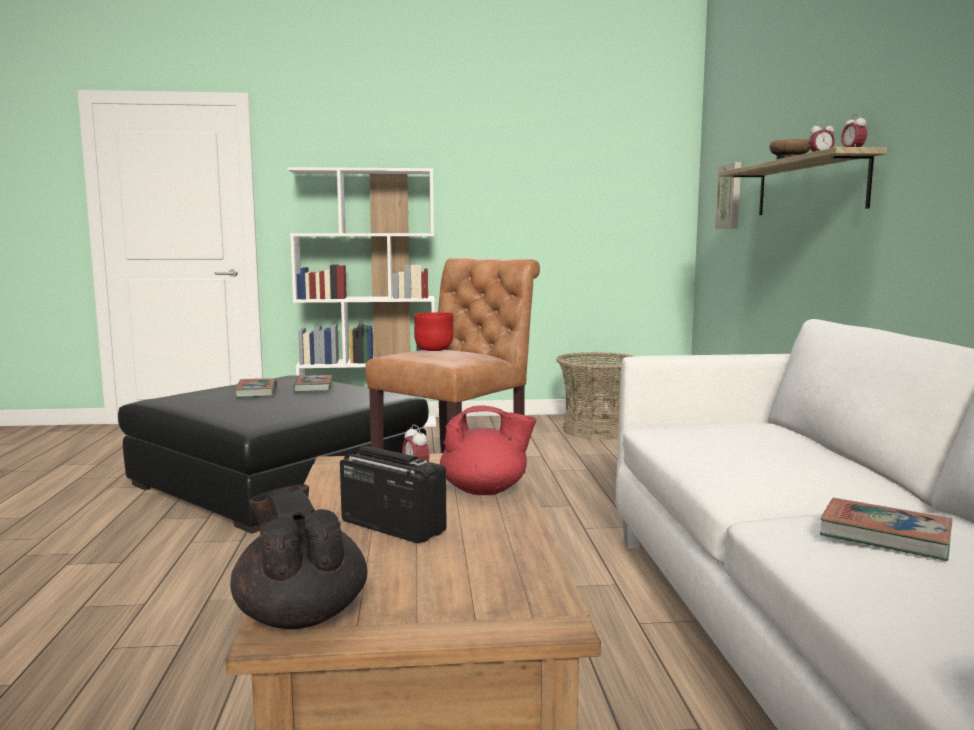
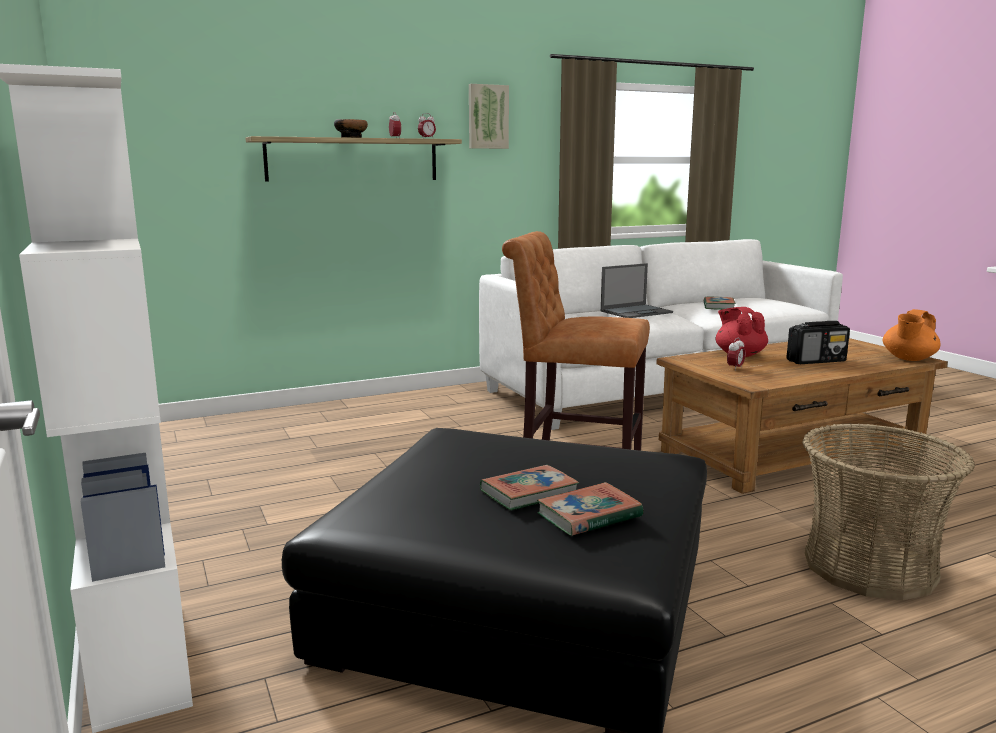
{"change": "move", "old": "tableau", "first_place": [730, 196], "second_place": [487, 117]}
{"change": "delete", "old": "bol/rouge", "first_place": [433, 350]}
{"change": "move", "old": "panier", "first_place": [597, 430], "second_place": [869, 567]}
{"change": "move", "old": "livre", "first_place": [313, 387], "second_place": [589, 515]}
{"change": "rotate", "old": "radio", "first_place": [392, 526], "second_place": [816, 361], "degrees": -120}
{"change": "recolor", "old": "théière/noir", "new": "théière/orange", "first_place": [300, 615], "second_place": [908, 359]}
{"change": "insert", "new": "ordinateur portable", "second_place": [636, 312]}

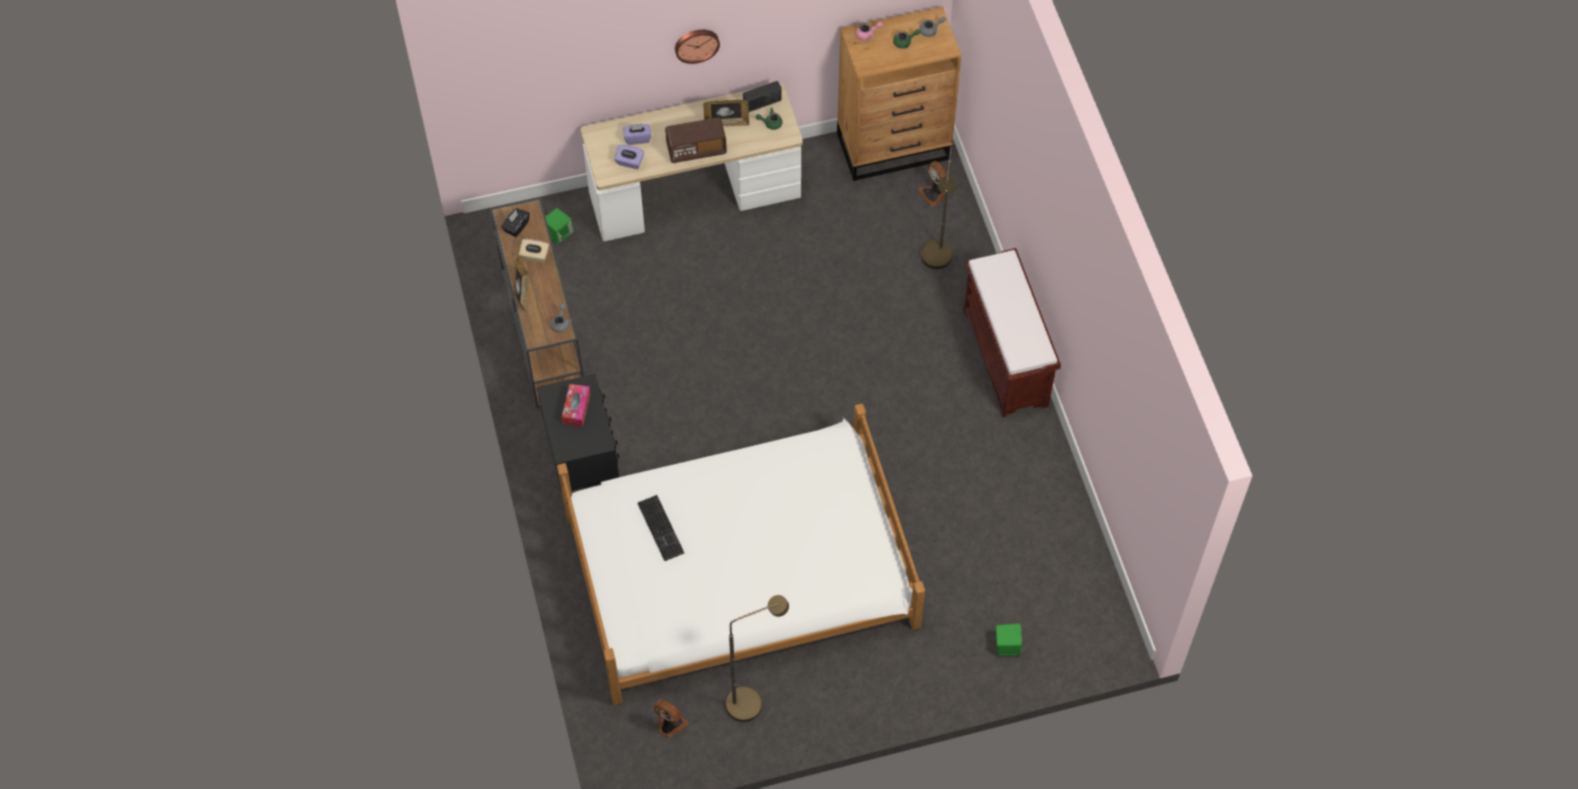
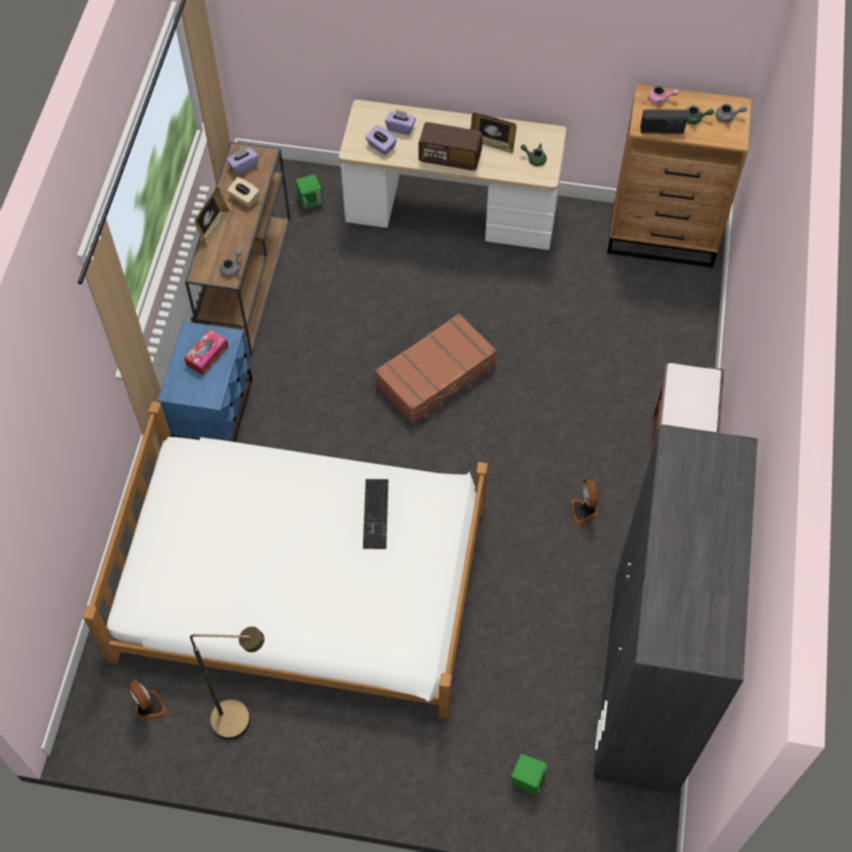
{"change": "delete", "old": "horloge murale", "first_place": [696, 44]}
{"change": "move", "old": "radio", "first_place": [762, 103], "second_place": [661, 130]}
{"change": "delete", "old": "lampadaire/marron", "first_place": [936, 263]}
{"change": "move", "old": "ventilateur", "first_place": [933, 194], "second_place": [584, 511]}
{"change": "recolor", "old": "boîte à mouchoirs/noir", "new": "boîte à mouchoirs/violet", "first_place": [516, 227], "second_place": [243, 166]}
{"change": "recolor", "old": "table de chevet/noir", "new": "table de chevet/bleu", "first_place": [583, 461], "second_place": [215, 413]}
{"change": "move", "old": "clavier", "first_place": [662, 529], "second_place": [377, 515]}
{"change": "insert", "new": "valise/marron", "second_place": [436, 376]}
{"change": "insert", "new": "armoire/gris", "second_place": [644, 682]}

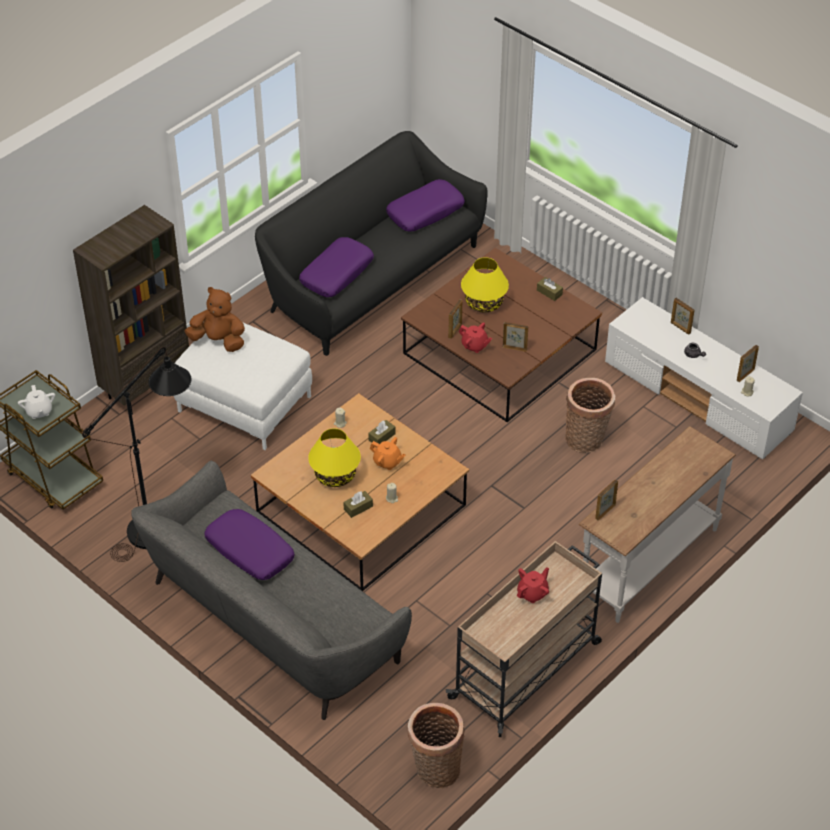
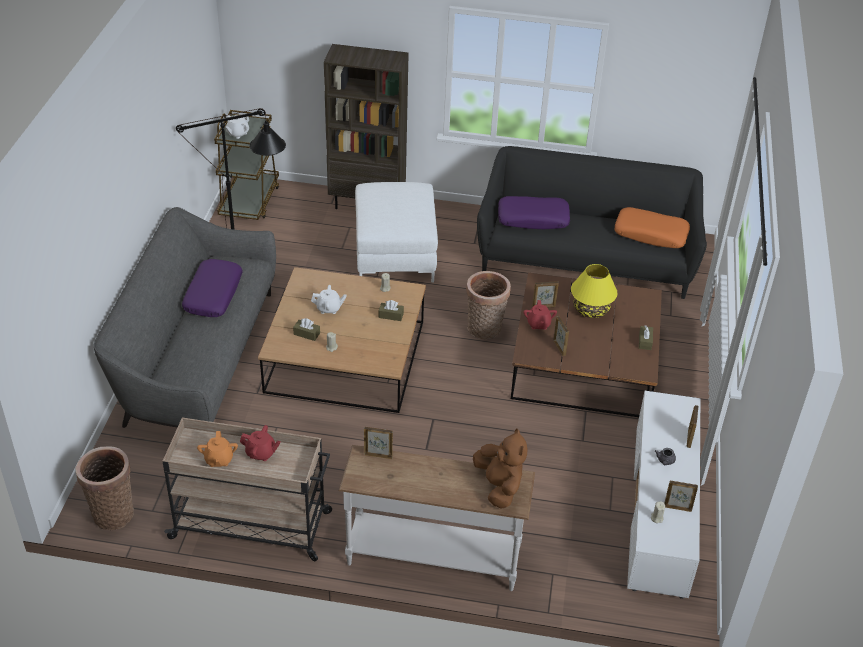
{"change": "recolor", "old": "coussin/violet", "new": "coussin/orange", "first_place": [425, 212], "second_place": [651, 234]}
{"change": "move", "old": "peluche/marron", "first_place": [218, 341], "second_place": [499, 486]}
{"change": "move", "old": "panier", "first_place": [586, 440], "second_place": [484, 330]}
{"change": "replace", "old": "lampe de table/jaune", "new": "théière/blanc", "first_place": [335, 476], "second_place": [329, 308]}
{"change": "move", "old": "théière/orange", "first_place": [387, 462], "second_place": [219, 460]}

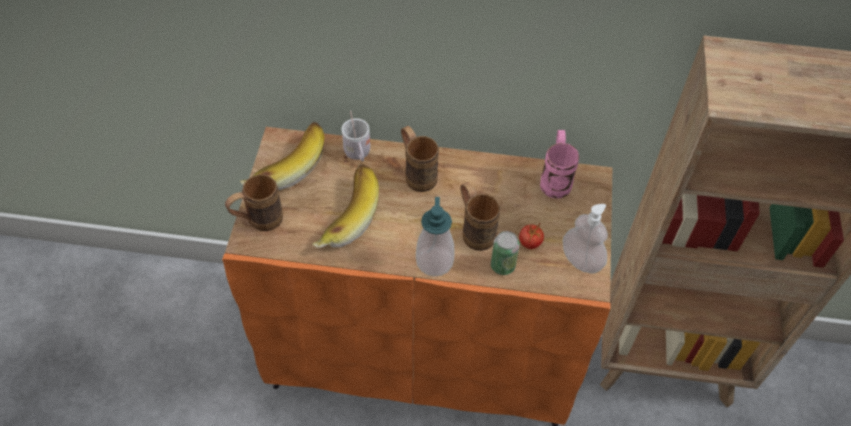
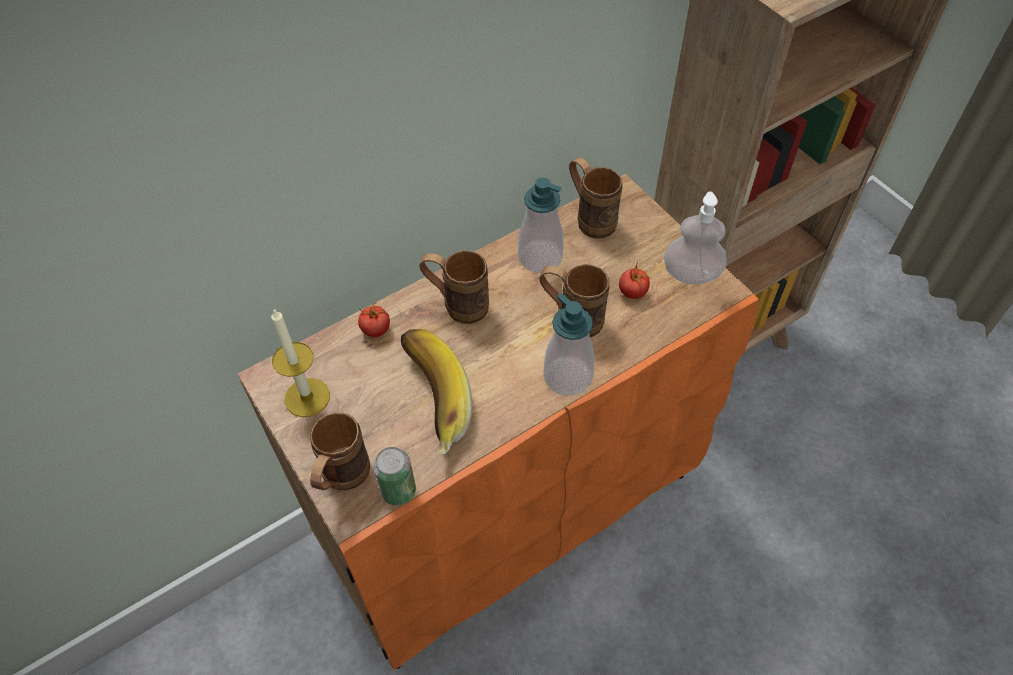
{"change": "replace", "old": "mug/blanc", "new": "tomate", "first_place": [358, 155], "second_place": [376, 330]}
{"change": "replace", "old": "banane", "new": "bougie", "first_place": [286, 165], "second_place": [307, 397]}
{"change": "recolor", "old": "mug/rose", "new": "mug/marron", "first_place": [555, 179], "second_place": [590, 218]}
{"change": "move", "old": "boîte métallique", "first_place": [502, 266], "second_place": [398, 491]}
{"change": "insert", "new": "distributeur de savon", "second_place": [540, 257]}

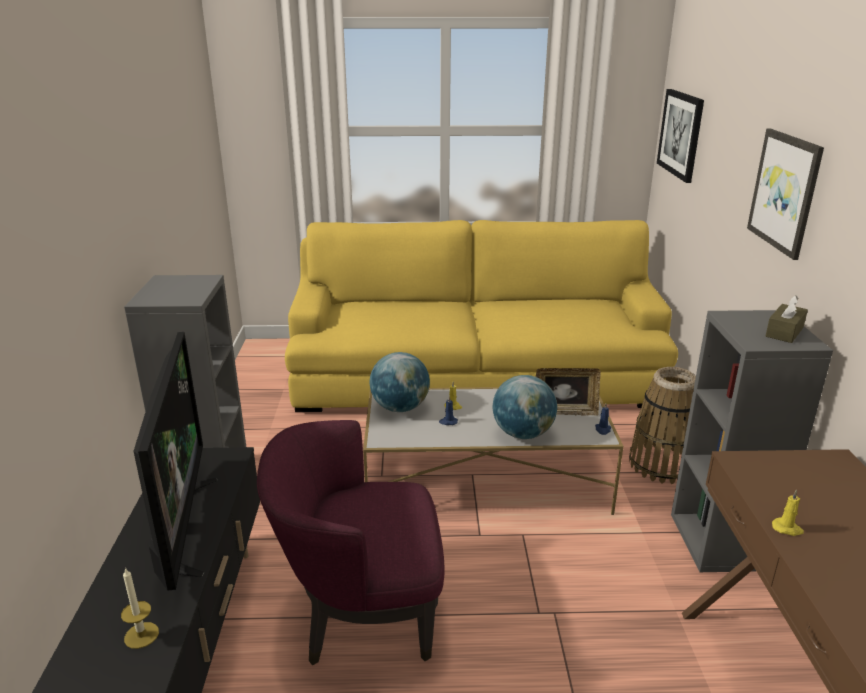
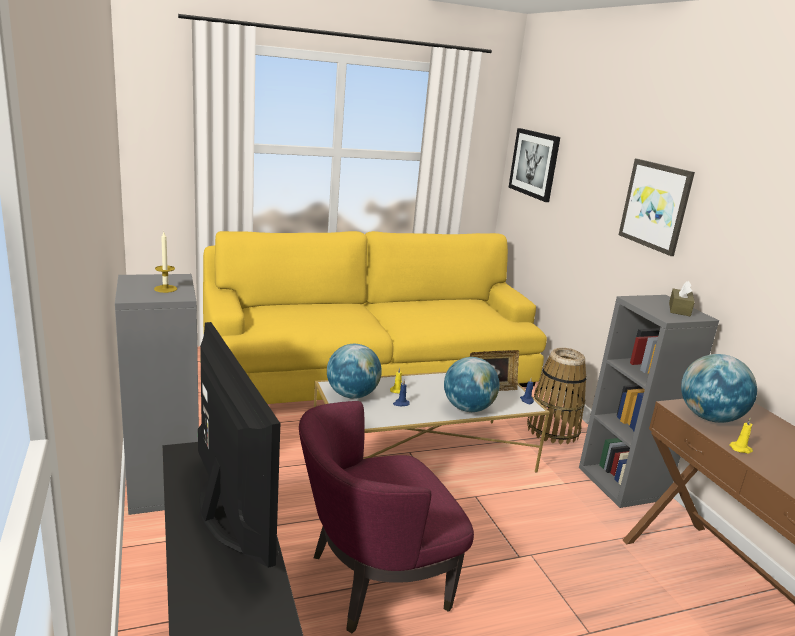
{"change": "move", "old": "bougie", "first_place": [141, 635], "second_place": [165, 289]}
{"change": "insert", "new": "globe", "second_place": [709, 418]}

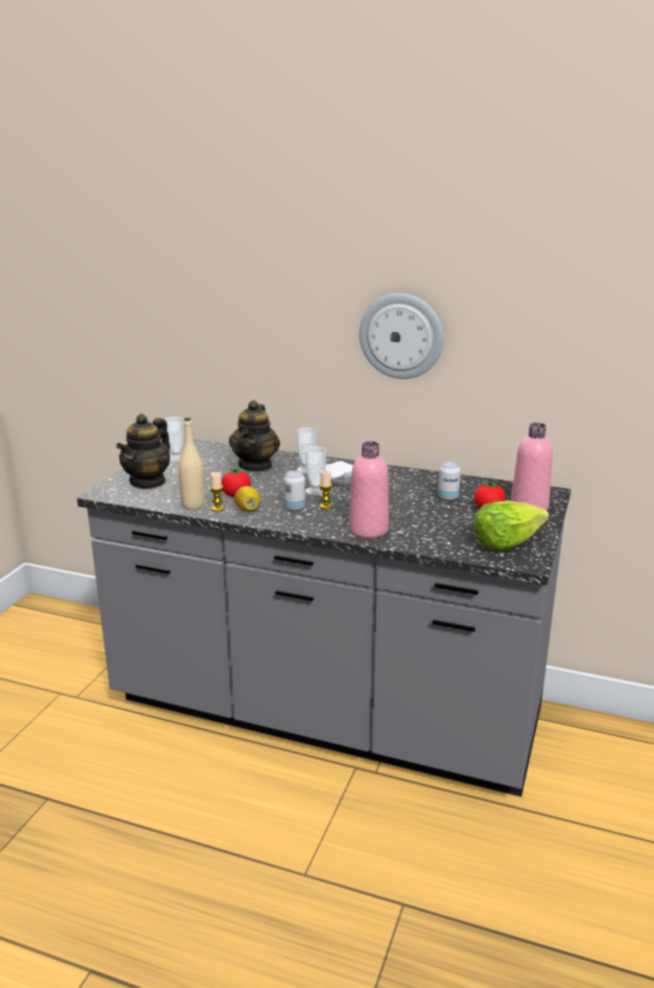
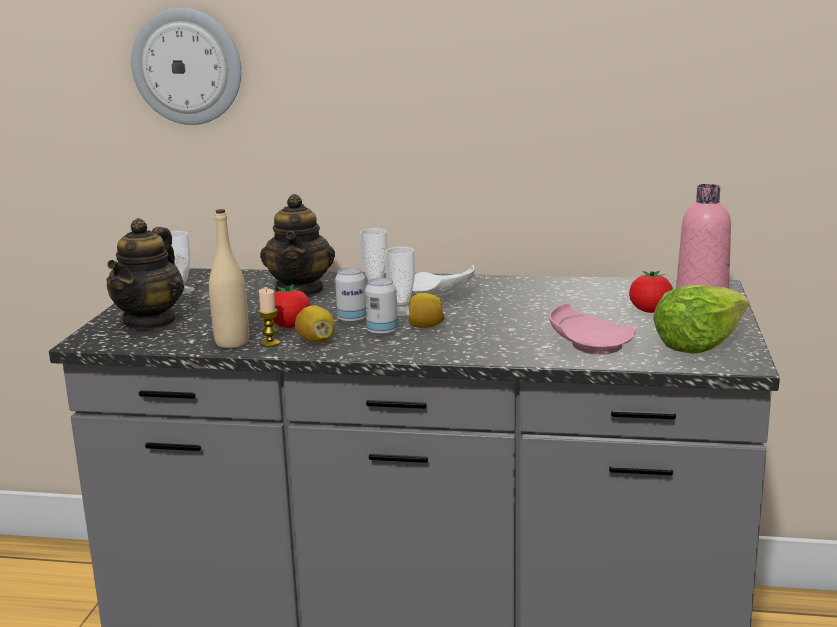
{"change": "move", "old": "horloge murale", "first_place": [401, 336], "second_place": [187, 66]}
{"change": "delete", "old": "bouteille/rose", "first_place": [368, 530]}
{"change": "move", "old": "boîte métallique", "first_place": [448, 497], "second_place": [352, 320]}
{"change": "replace", "old": "bougie", "new": "citron", "first_place": [325, 506], "second_place": [425, 327]}
{"change": "insert", "new": "assiette/rose", "second_place": [590, 345]}

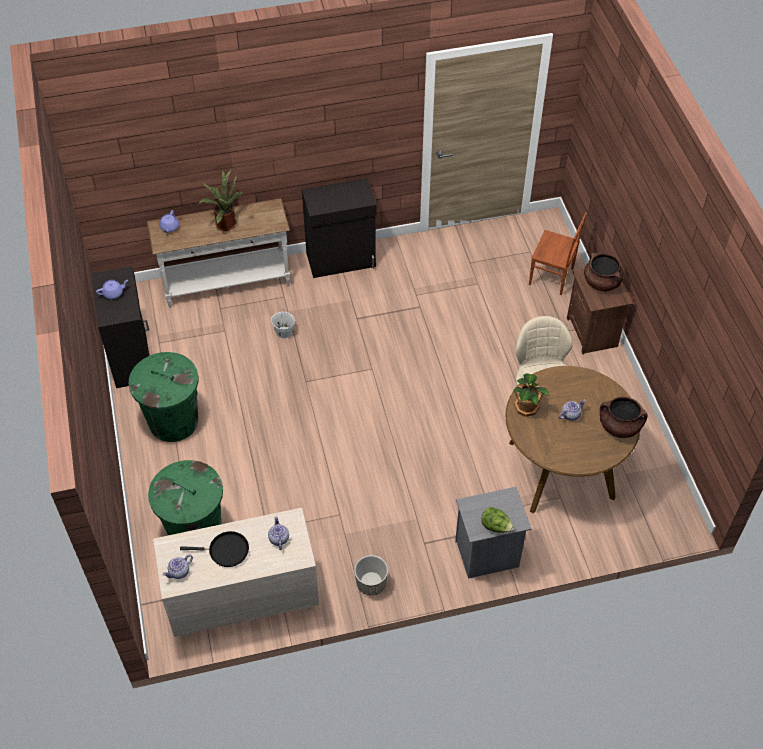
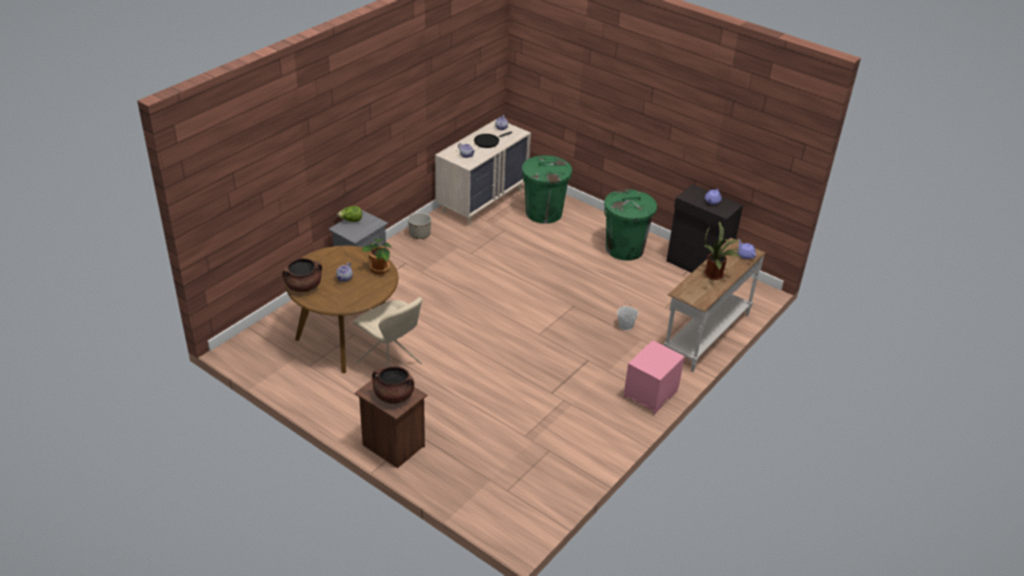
{"change": "replace", "old": "meuble de rangement/noir", "new": "table de chevet/rose", "first_place": [341, 260], "second_place": [650, 395]}
{"change": "delete", "old": "chaise/marron", "first_place": [551, 277]}

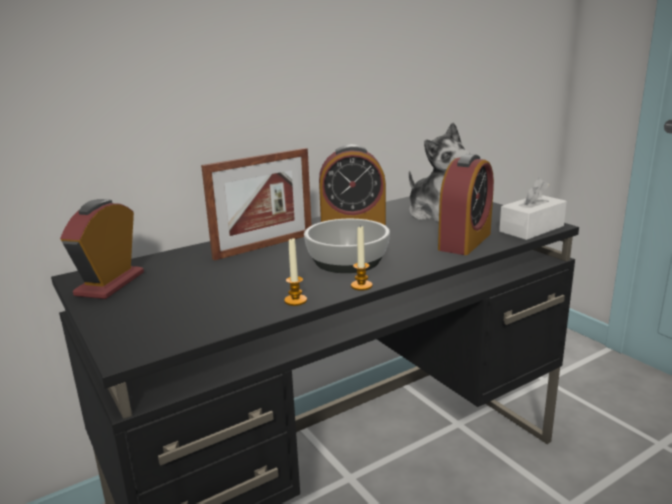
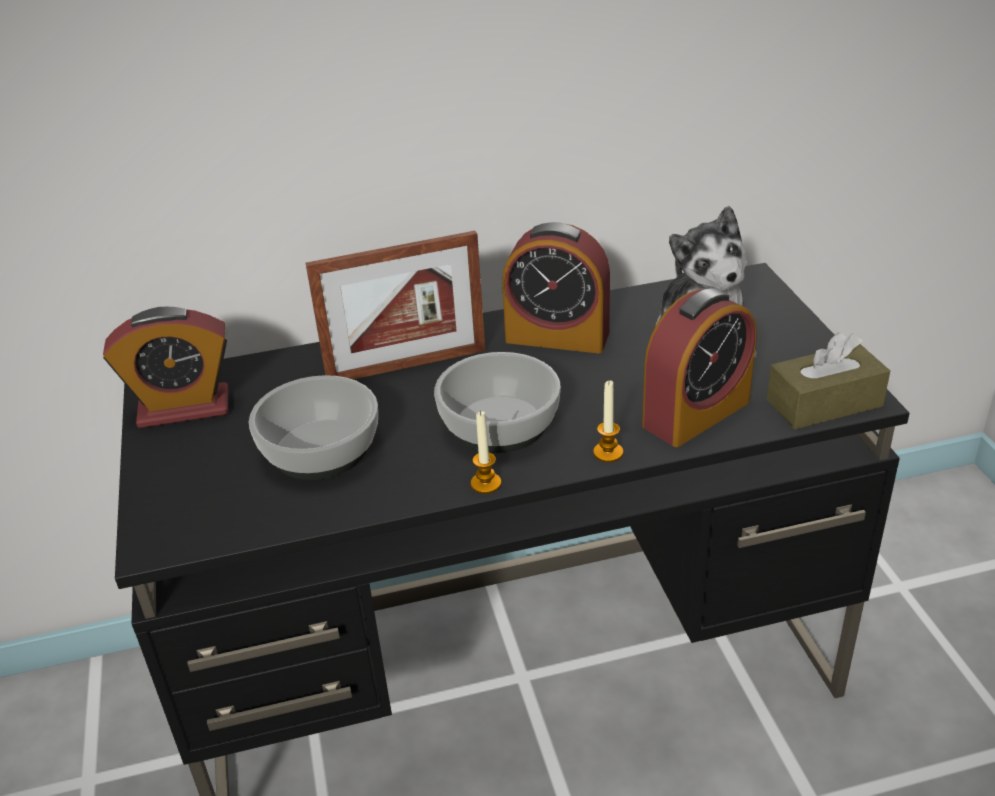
{"change": "recolor", "old": "boîte à mouchoirs/blanc", "new": "boîte à mouchoirs/marron", "first_place": [531, 229], "second_place": [824, 403]}
{"change": "rotate", "old": "réveil", "first_place": [110, 284], "second_place": [184, 408], "degrees": -135}
{"change": "move", "old": "bougie", "first_place": [295, 300], "second_place": [608, 453]}
{"change": "insert", "new": "bol", "second_place": [320, 448]}

